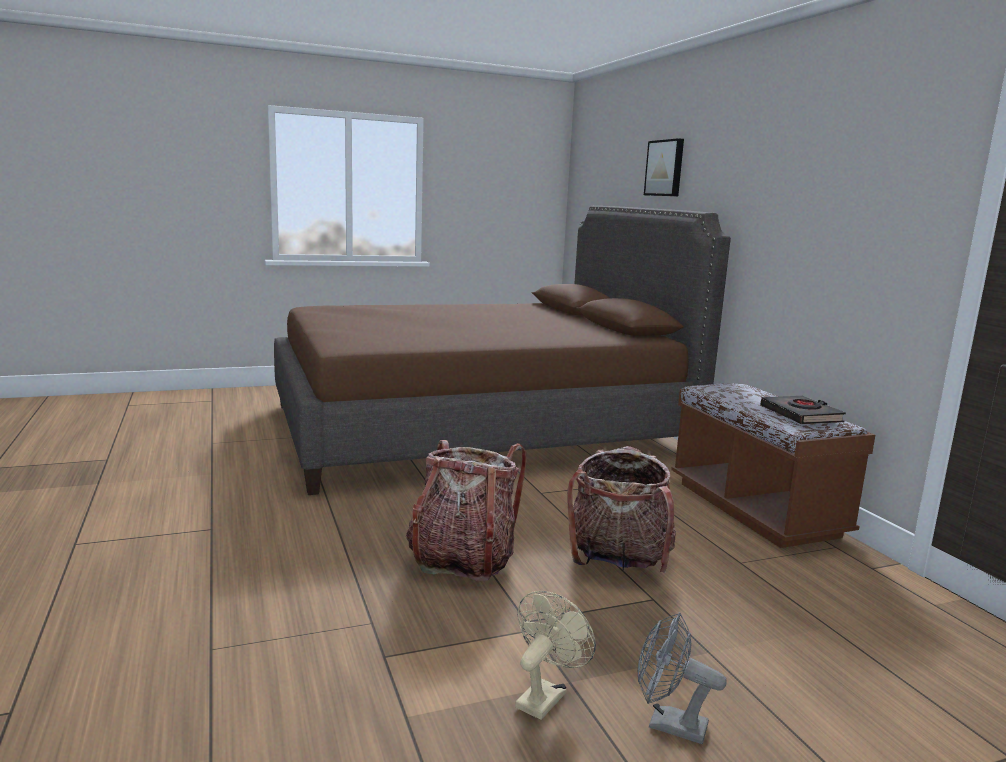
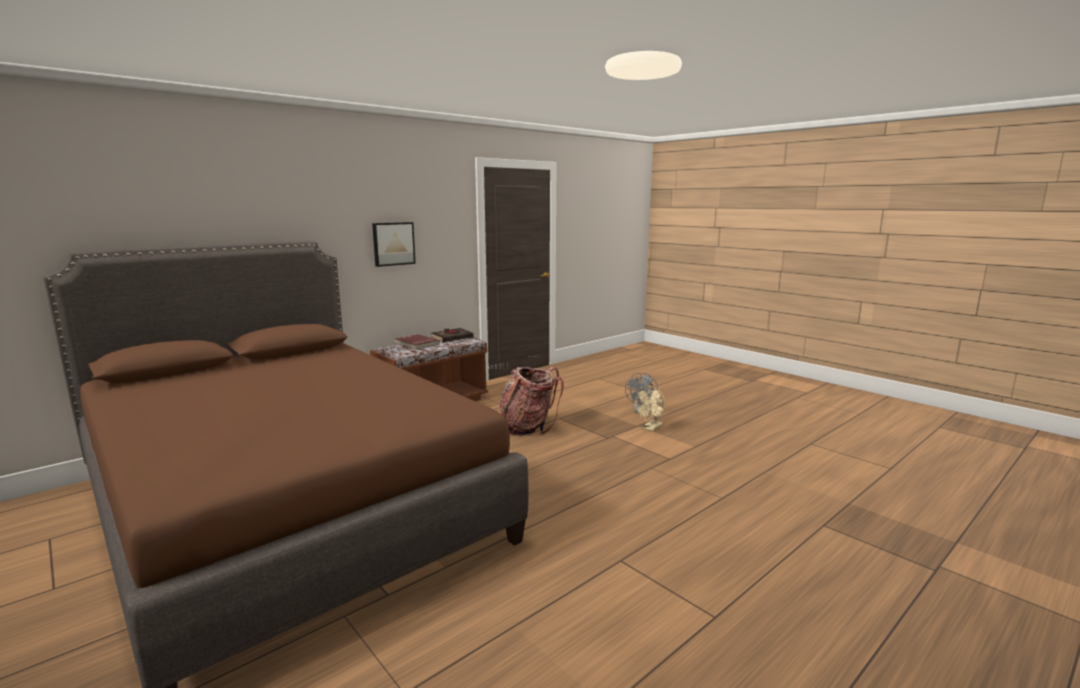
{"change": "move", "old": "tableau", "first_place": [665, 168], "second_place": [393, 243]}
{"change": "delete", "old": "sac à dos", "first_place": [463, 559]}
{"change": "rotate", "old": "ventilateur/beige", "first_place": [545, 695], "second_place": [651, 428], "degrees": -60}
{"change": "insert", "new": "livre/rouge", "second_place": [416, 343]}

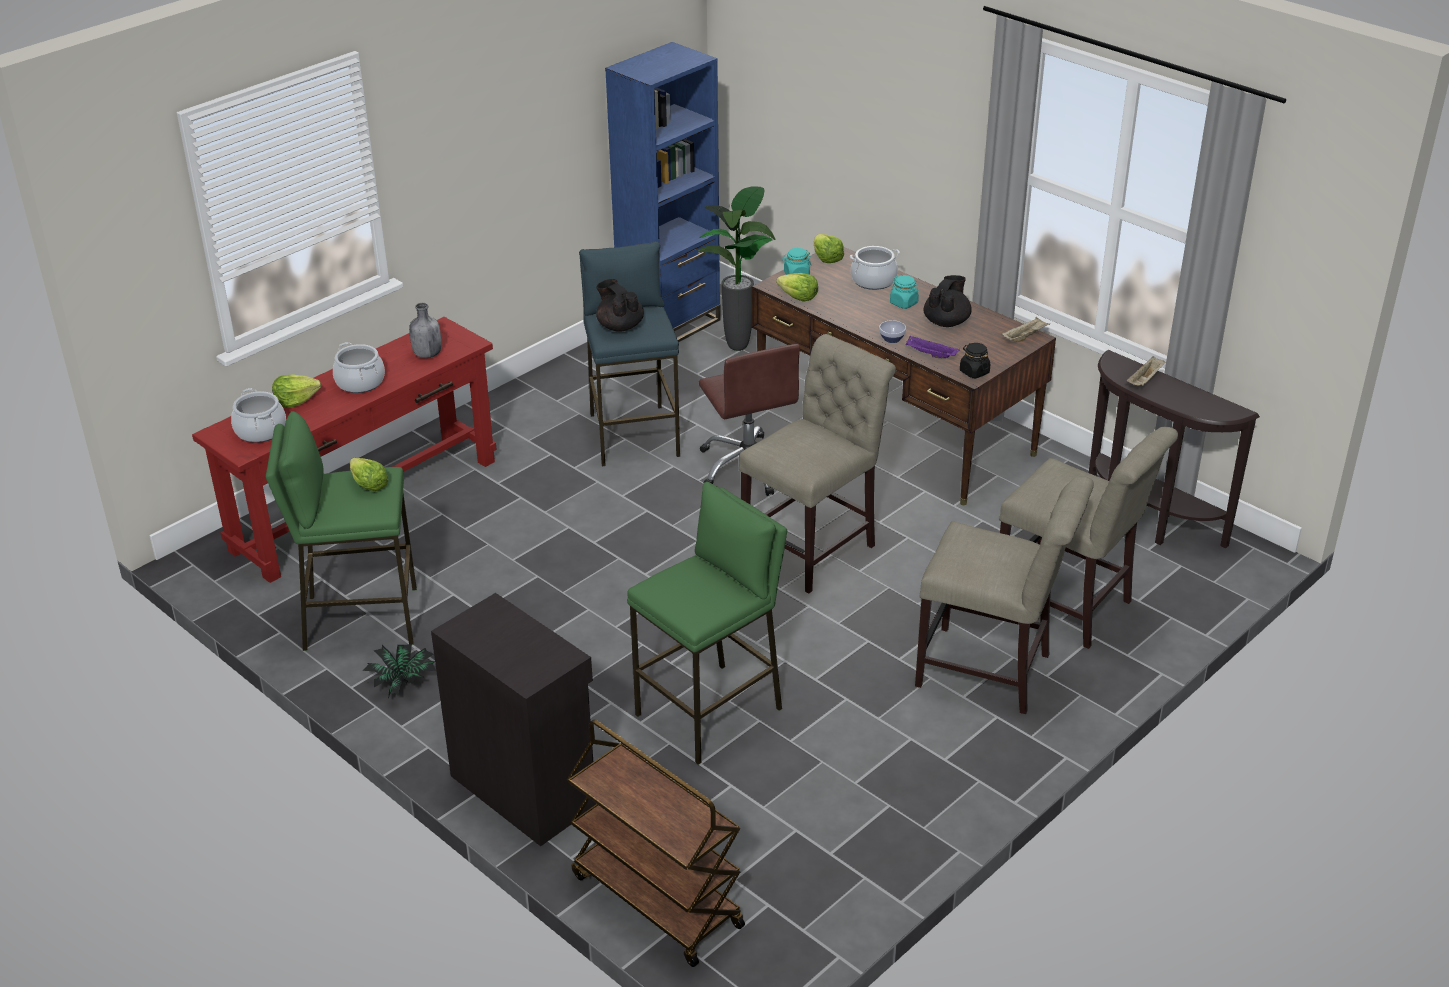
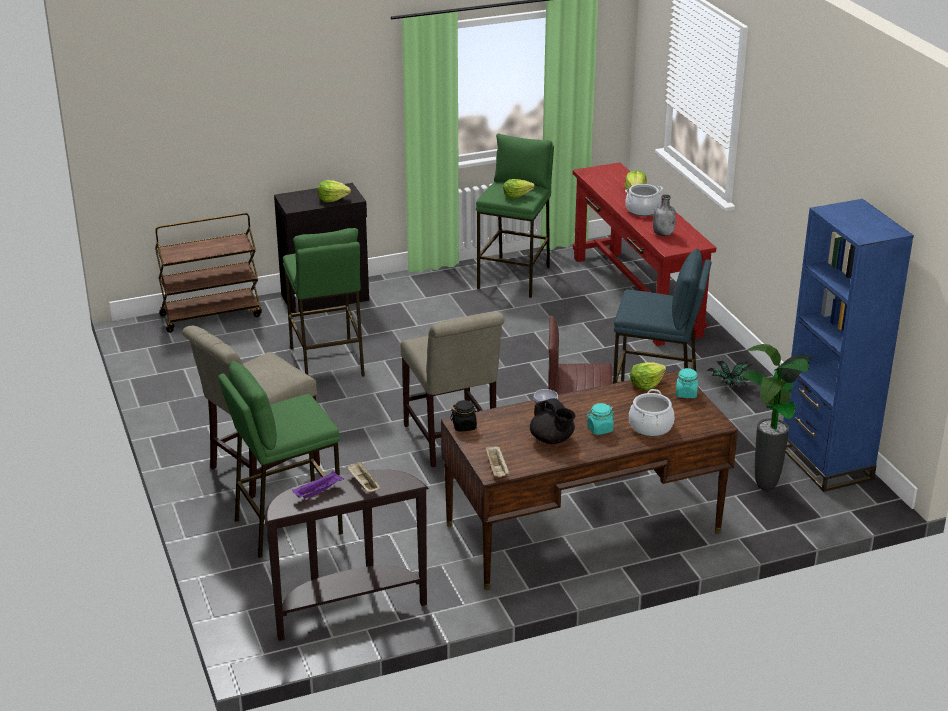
{"change": "move", "old": "laitue", "first_place": [826, 258], "second_place": [332, 199]}
{"change": "delete", "old": "théière/noir", "first_place": [620, 326]}
{"change": "move", "old": "plateau/violet", "first_place": [930, 355], "second_place": [318, 492]}
{"change": "delete", "old": "marmite", "first_place": [261, 431]}
{"change": "replace", "old": "chaise/beige", "new": "tabouret/vert", "first_place": [1069, 608], "second_place": [287, 526]}
{"change": "move", "old": "plante en pot", "first_place": [403, 682], "second_place": [730, 385]}

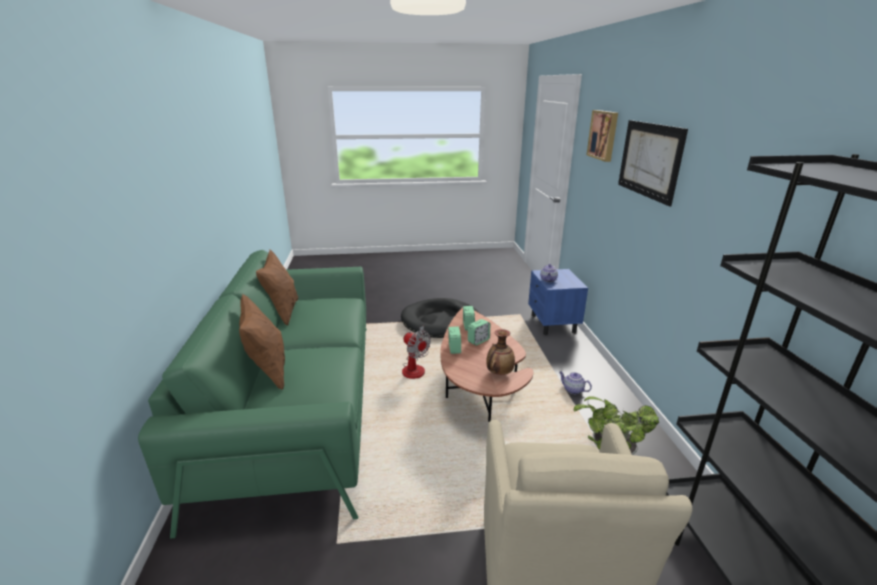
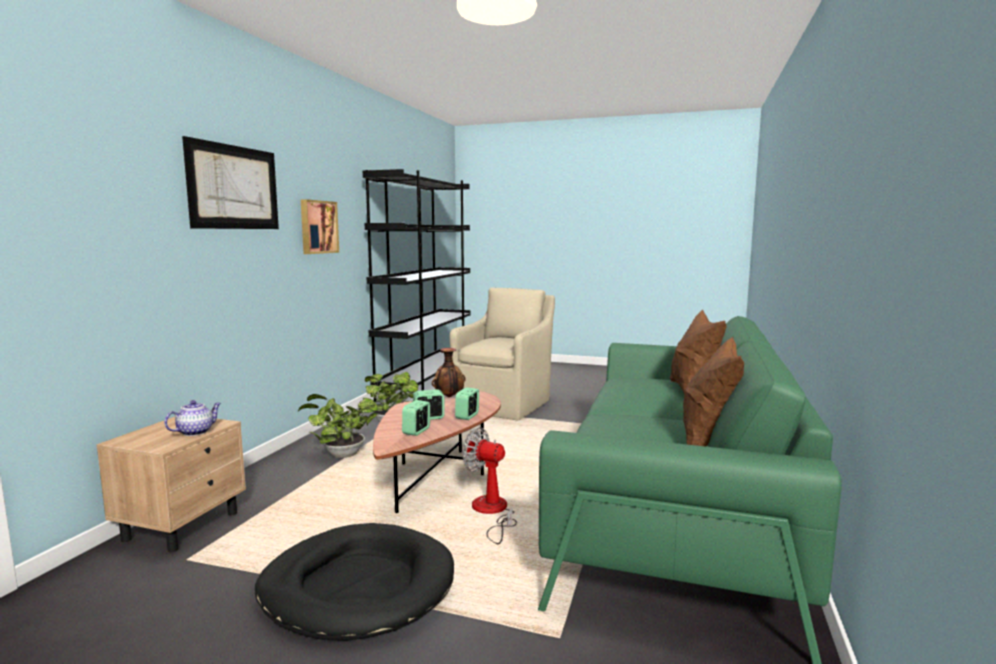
{"change": "move", "old": "tableau", "first_place": [604, 135], "second_place": [318, 227]}
{"change": "recolor", "old": "table de chevet/bleu", "new": "table de chevet/beige", "first_place": [553, 324], "second_place": [183, 525]}
{"change": "rotate", "old": "ventilateur", "first_place": [415, 367], "second_place": [491, 513], "degrees": -45}
{"change": "replace", "old": "théière", "new": "plante en pot", "first_place": [572, 390], "second_place": [340, 455]}

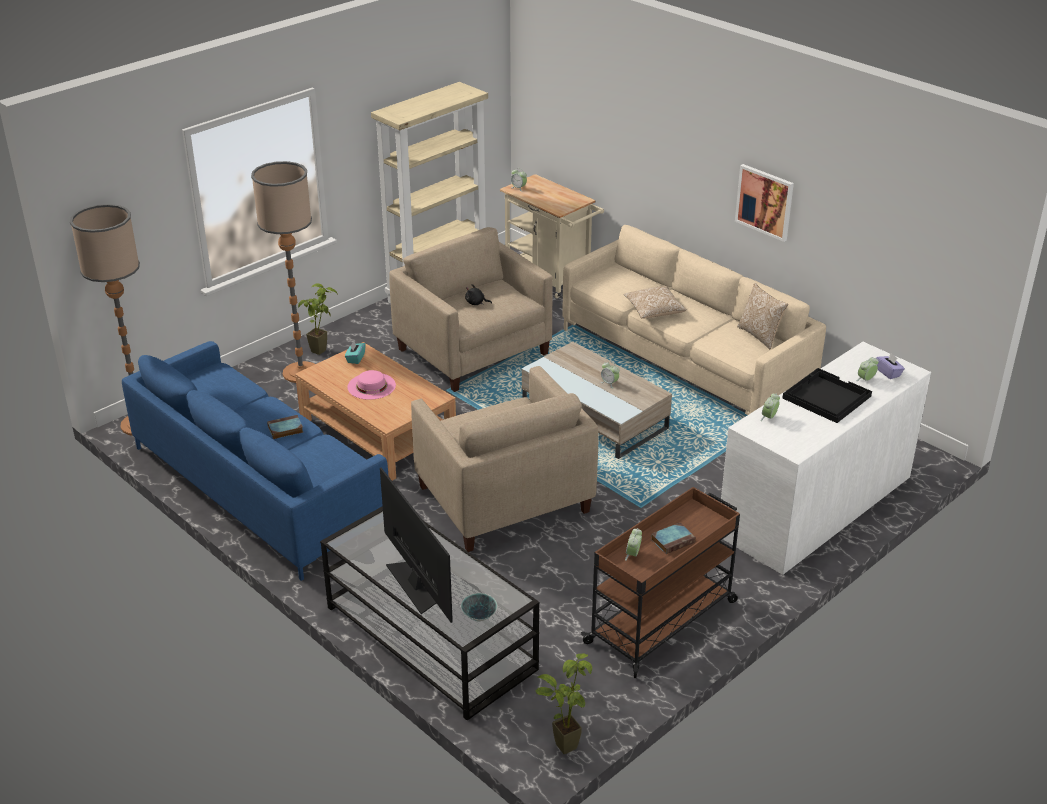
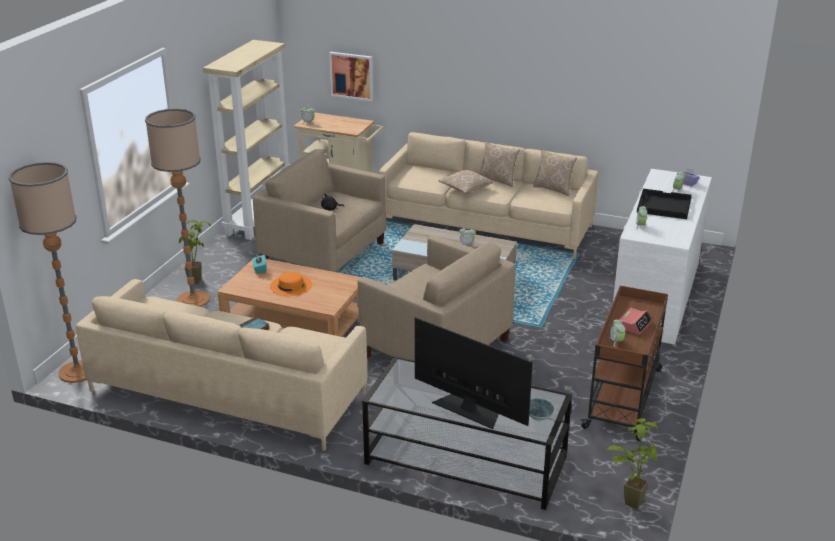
{"change": "move", "old": "tableau", "first_place": [764, 202], "second_place": [352, 76]}
{"change": "recolor", "old": "canapé/bleu", "new": "canapé/beige", "first_place": [259, 487], "second_place": [228, 392]}
{"change": "recolor", "old": "chapeau/rose", "new": "chapeau/orange", "first_place": [371, 386], "second_place": [291, 285]}
{"change": "replace", "old": "livre", "new": "réveil", "first_place": [673, 540], "second_place": [634, 325]}
{"change": "insert", "new": "coussin", "second_place": [498, 180]}

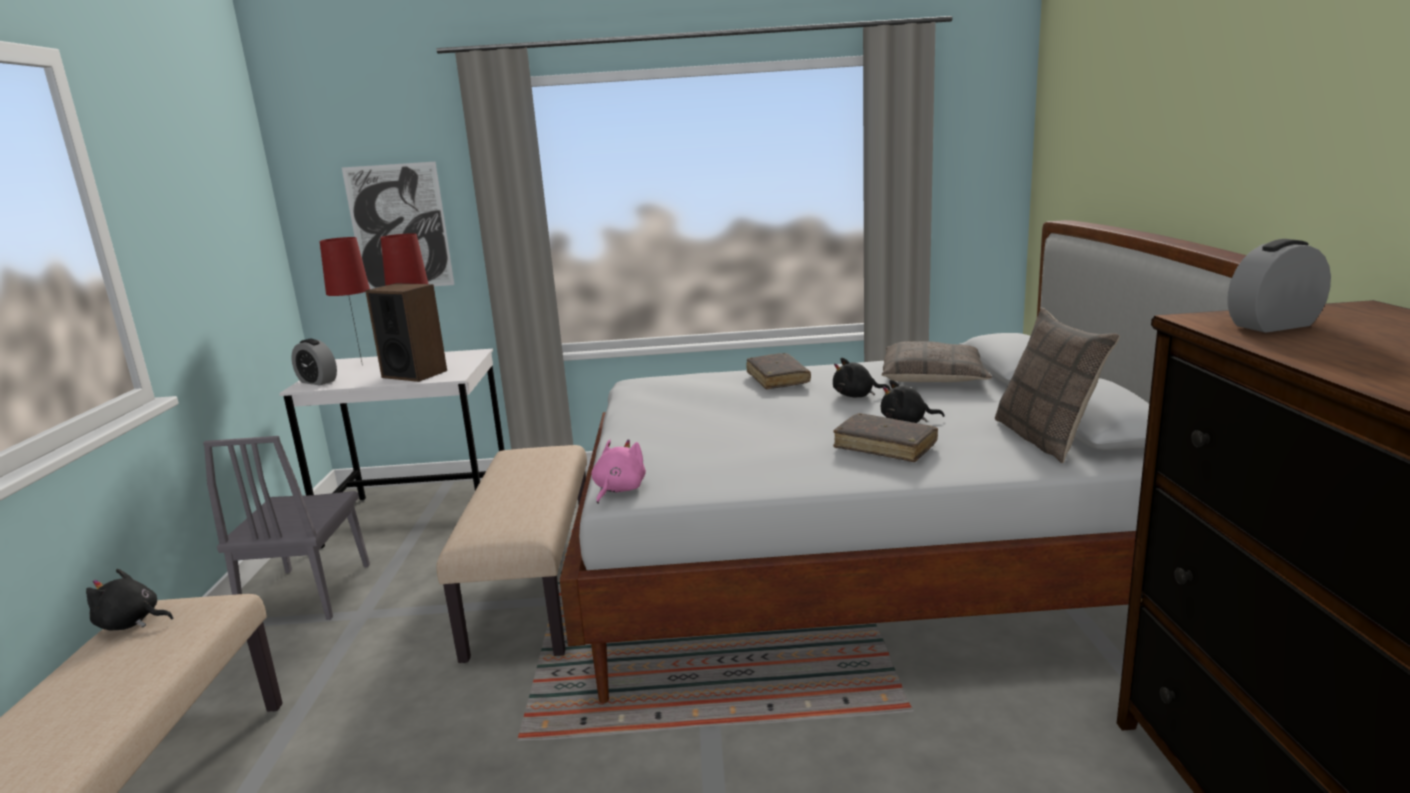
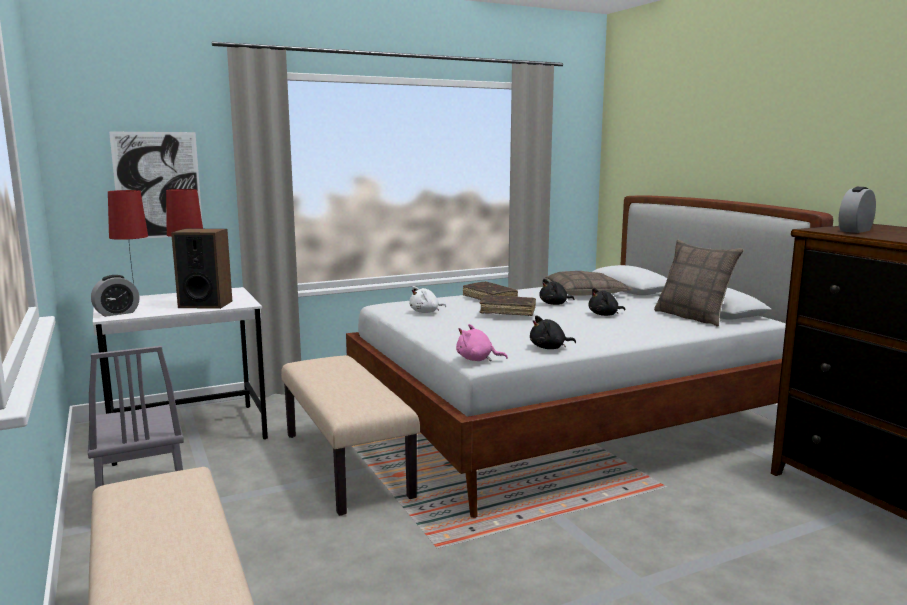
{"change": "rotate", "old": "réveil", "first_place": [317, 381], "second_place": [117, 313], "degrees": -45}
{"change": "move", "old": "livre/marron", "first_place": [885, 446], "second_place": [508, 311]}
{"change": "rotate", "old": "peluche/rose", "first_place": [618, 490], "second_place": [477, 359], "degrees": -75}
{"change": "move", "old": "peluche/noir", "first_place": [131, 623], "second_place": [549, 348]}
{"change": "insert", "new": "peluche/blanc", "second_place": [426, 312]}

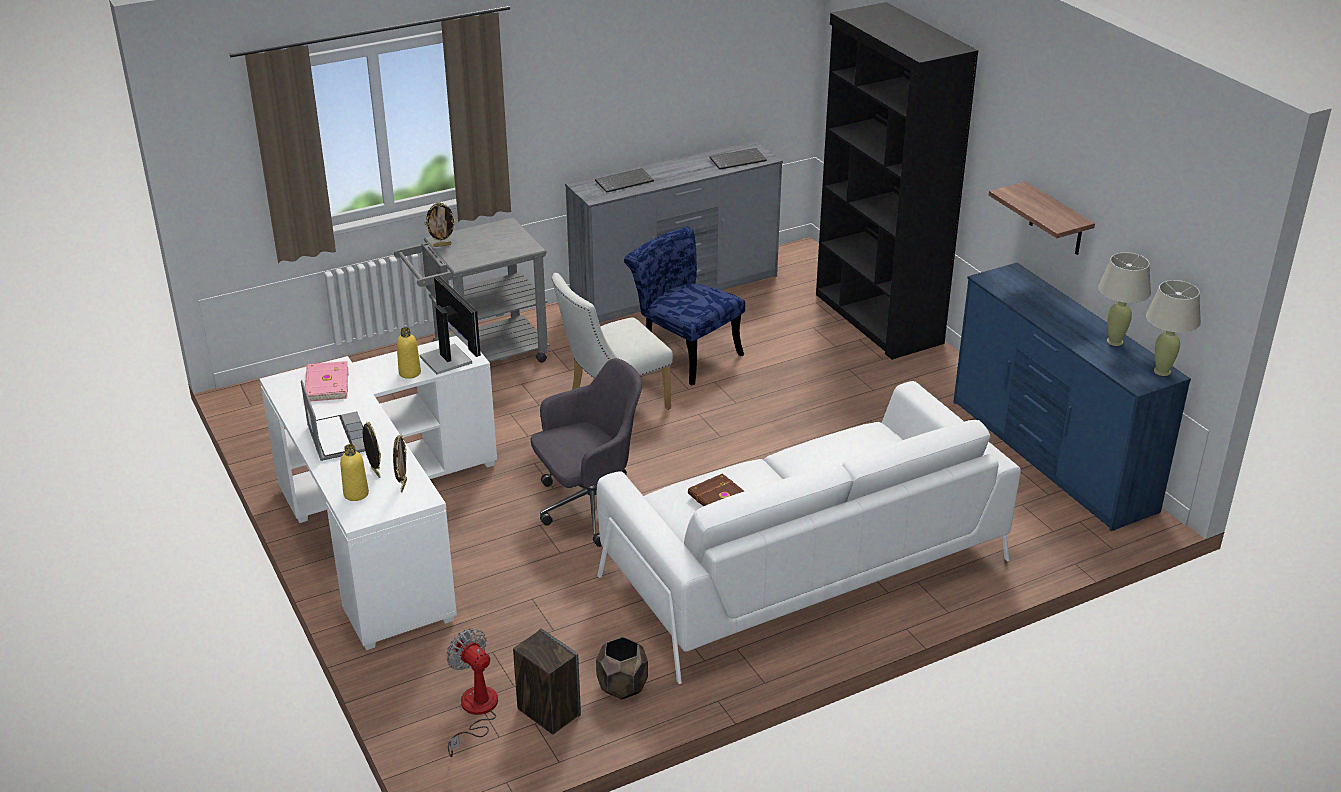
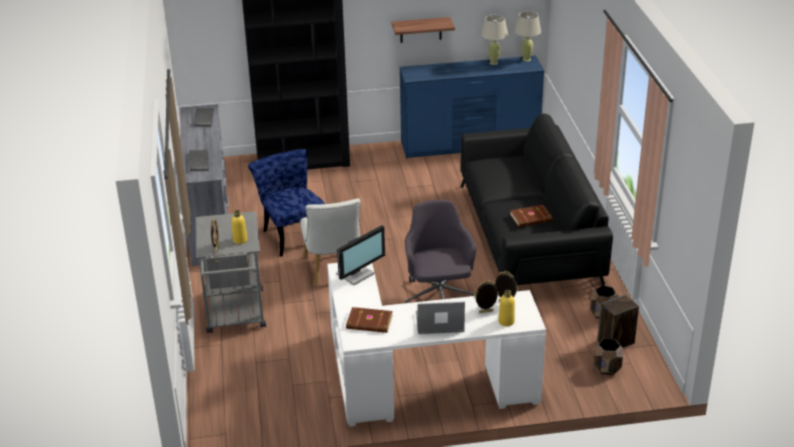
{"change": "rotate", "old": "chaise/bleu", "first_place": [684, 353], "second_place": [292, 234], "degrees": 90}
{"change": "rotate", "old": "écran d'ordinateur", "first_place": [447, 359], "second_place": [356, 274], "degrees": 150}
{"change": "move", "old": "bouteille/jaune", "first_place": [410, 373], "second_place": [240, 240]}
{"change": "recolor", "old": "livre/rose", "new": "livre/marron", "first_place": [325, 385], "second_place": [369, 323]}
{"change": "recolor", "old": "canapé/blanc", "new": "canapé/noir", "first_place": [804, 567], "second_place": [529, 237]}
{"change": "replace", "old": "ventilateur", "new": "cache-pot/marron", "first_place": [475, 711], "second_place": [607, 368]}

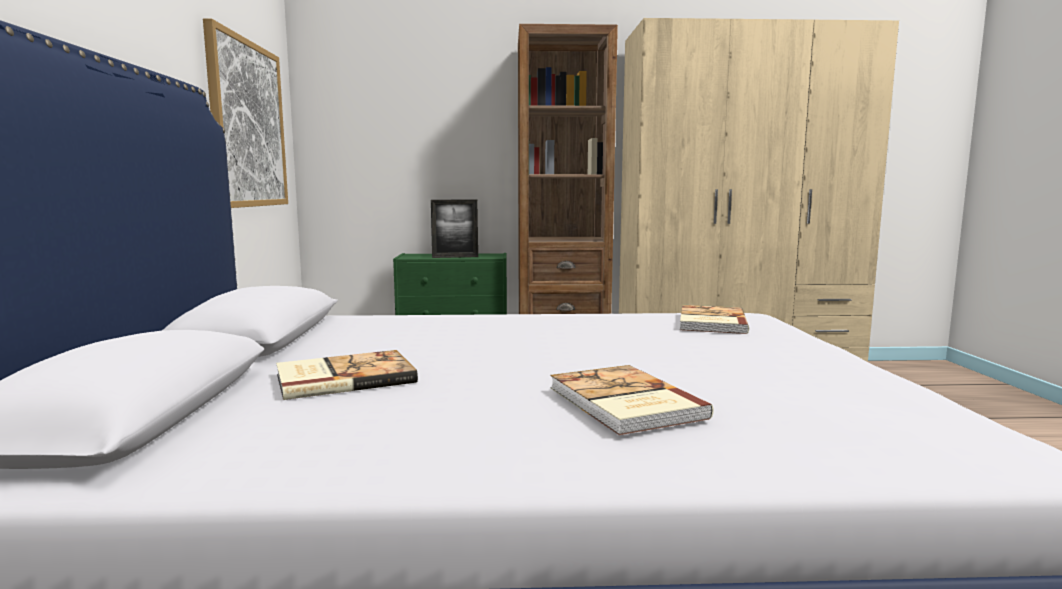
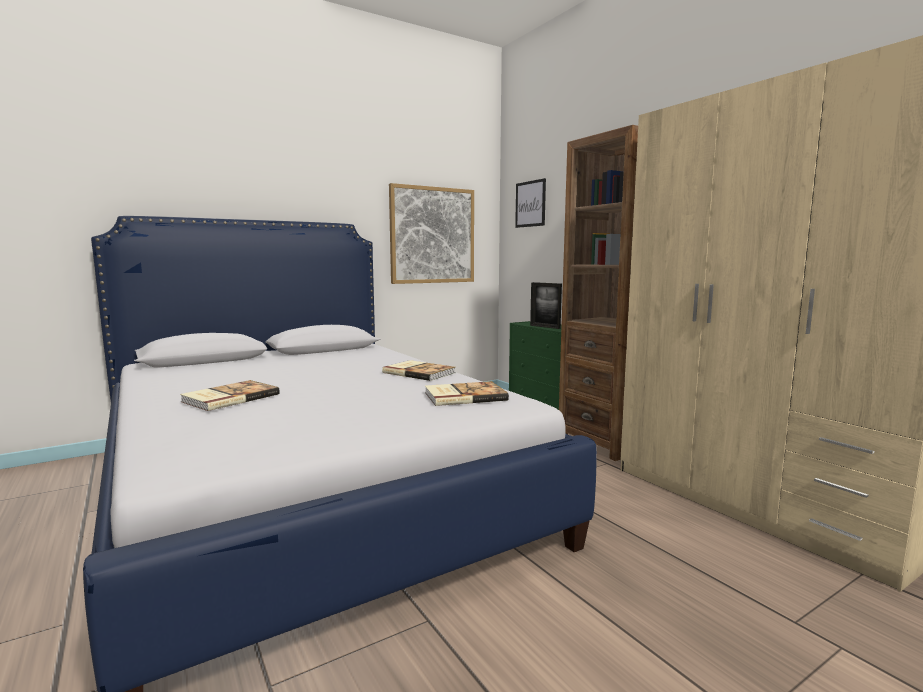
{"change": "move", "old": "livre", "first_place": [343, 378], "second_place": [419, 372]}
{"change": "insert", "new": "tableau", "second_place": [530, 204]}

